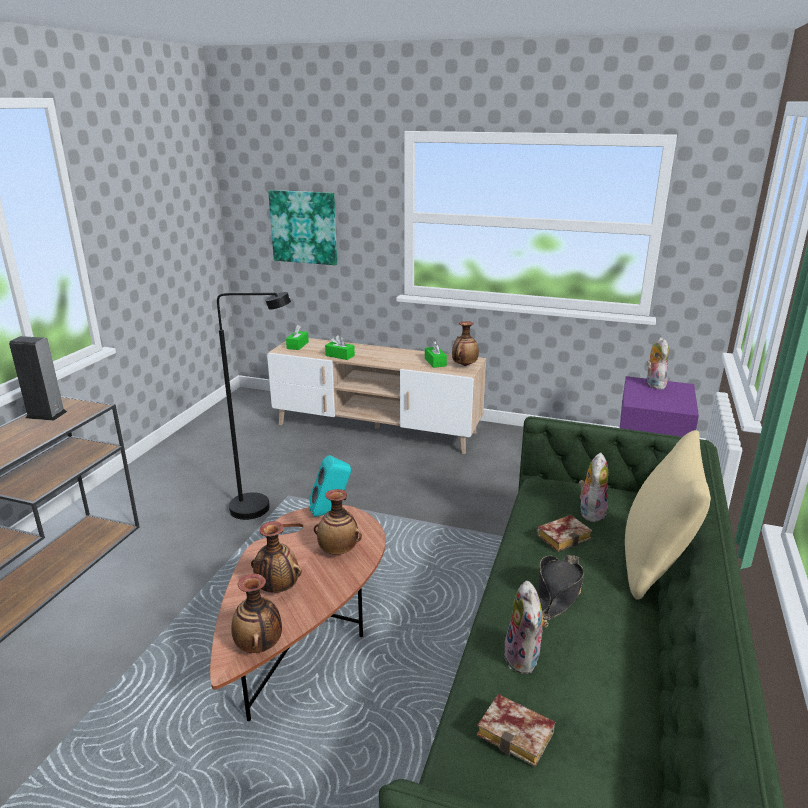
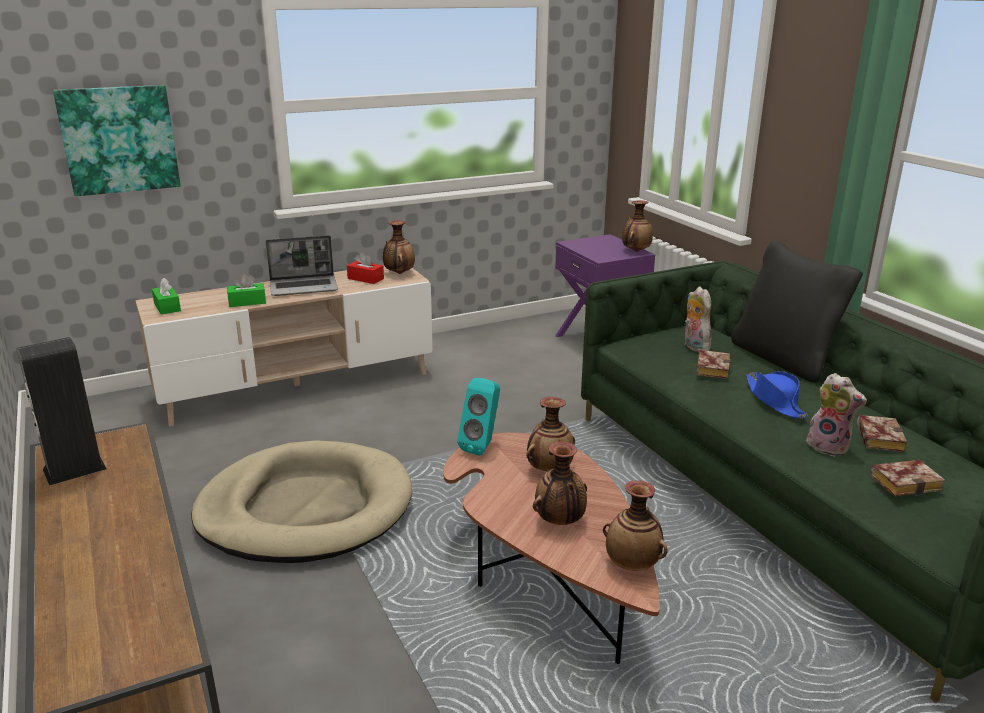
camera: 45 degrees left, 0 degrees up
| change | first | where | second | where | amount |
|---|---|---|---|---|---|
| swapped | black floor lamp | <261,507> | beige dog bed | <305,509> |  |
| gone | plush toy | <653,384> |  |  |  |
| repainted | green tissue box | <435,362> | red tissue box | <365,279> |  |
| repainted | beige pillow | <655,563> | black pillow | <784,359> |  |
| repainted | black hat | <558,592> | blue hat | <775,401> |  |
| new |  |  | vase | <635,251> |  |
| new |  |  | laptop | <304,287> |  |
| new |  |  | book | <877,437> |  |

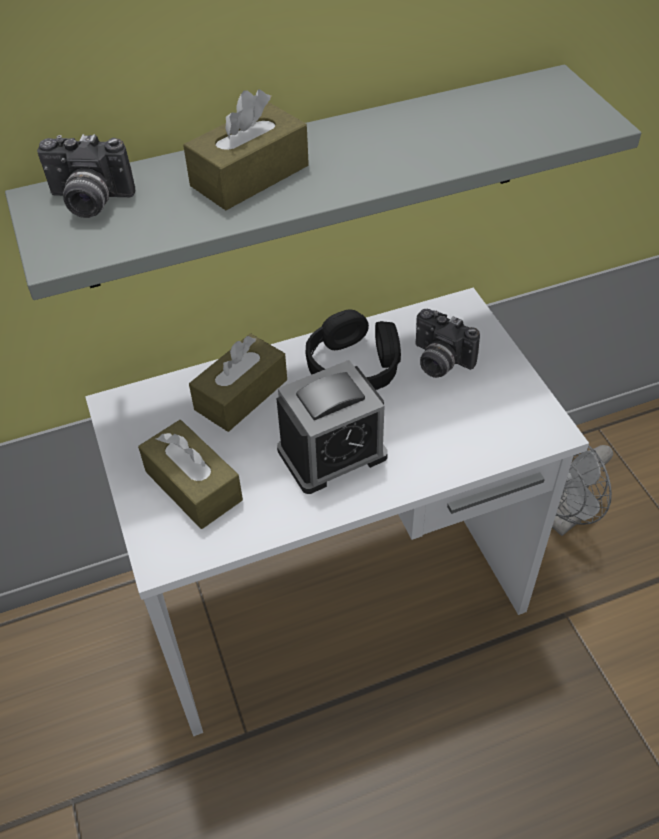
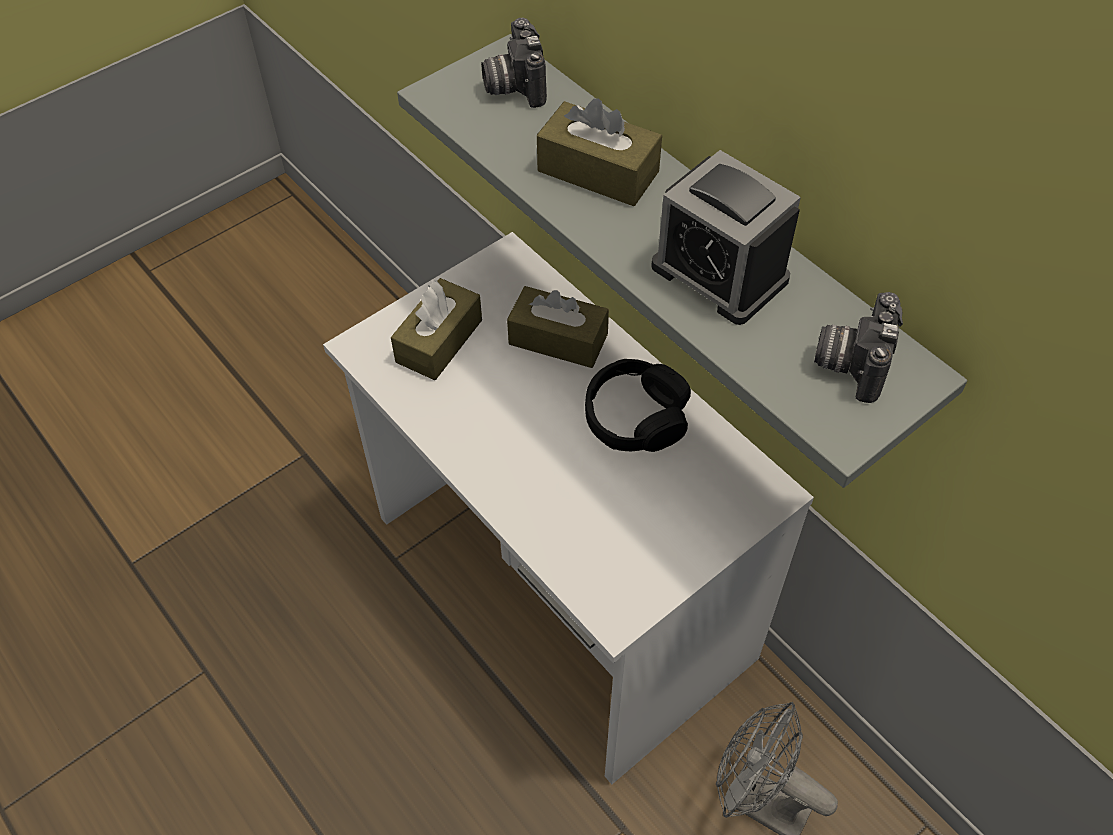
camera: 70 degrees right, 5 degrees up
| change | first | where | second | where | amount |
|---|---|---|---|---|---|
| shifted | photo camera | <438,362> |  | <850,362> |  |
| shifted | alarm clock | <332,453> |  | <719,273> |  |

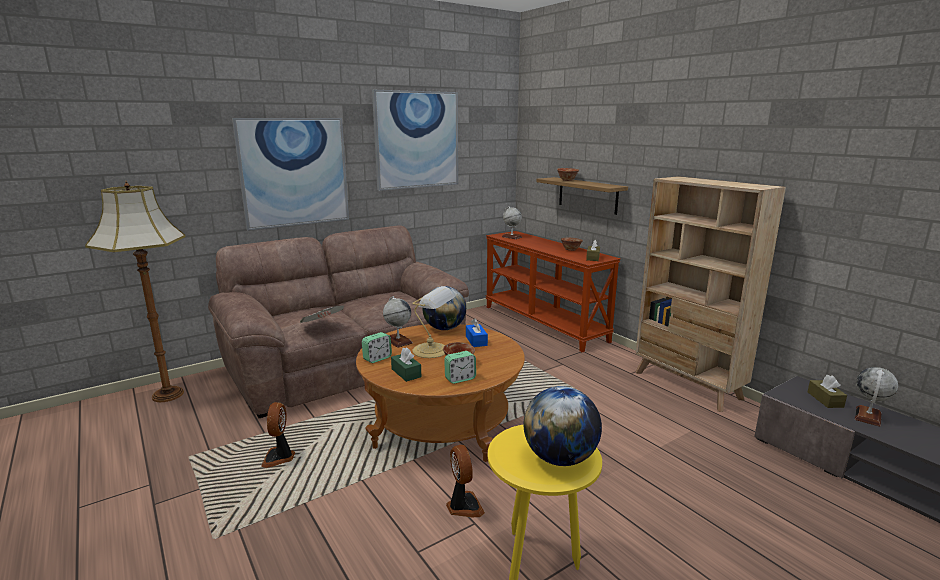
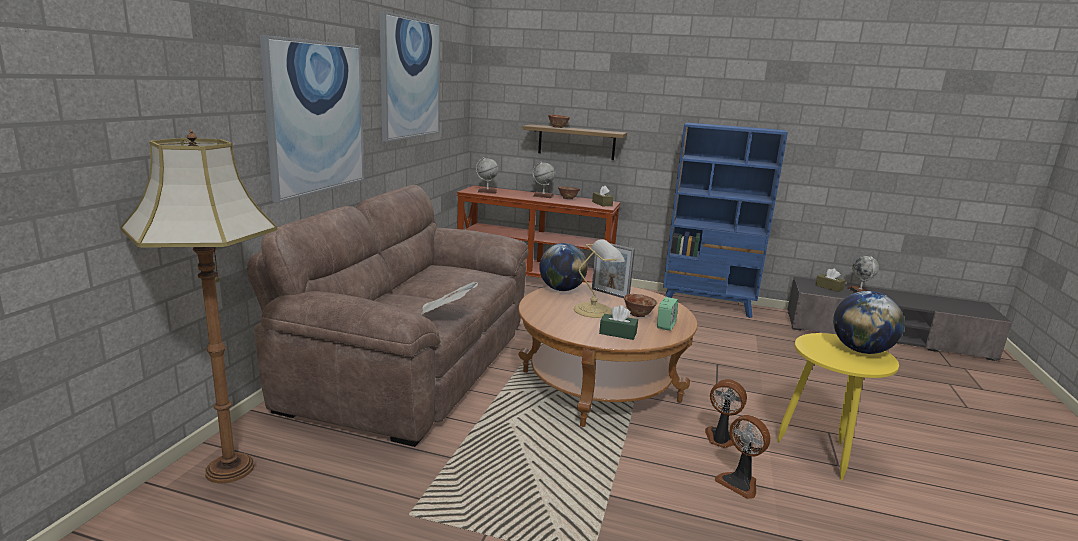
camera: 40 degrees left, 0 degrees up
| change | first | where | second | where | amount |
|---|---|---|---|---|---|
| repainted | beige bookcase | <687,385> | blue bookcase | <707,305> |  |
| shifted | globe | <398,341> |  | <543,196> |  |
| swapped | blue tissue box | <476,341> | picture frame | <610,294> |  |
| gone | alarm clock | <377,358> |  |  |  |
| shifted | fan | <279,458> |  | <739,483> |  |

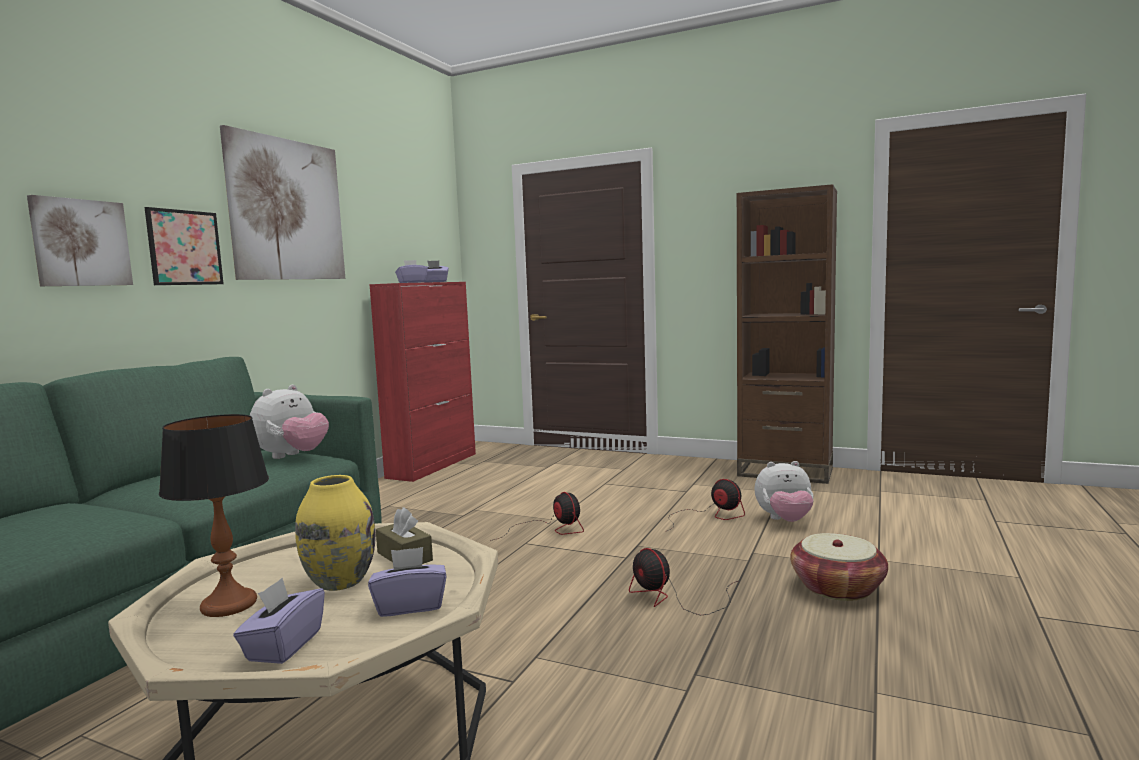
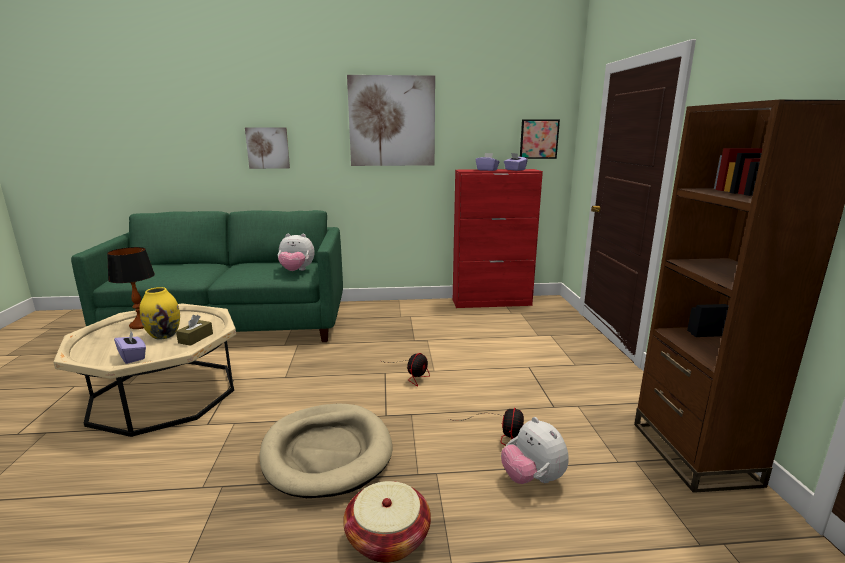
camera: 60 degrees right, 10 degrees up
| change | first | where | second | where | amount |
|---|---|---|---|---|---|
| shifted | picture | <184,247> |  | <539,139> |  |
| swapped | fan | <673,598> | beige dog bed | <327,452> |  |
| gone | purple tissue box | <283,646> |  |  |  |

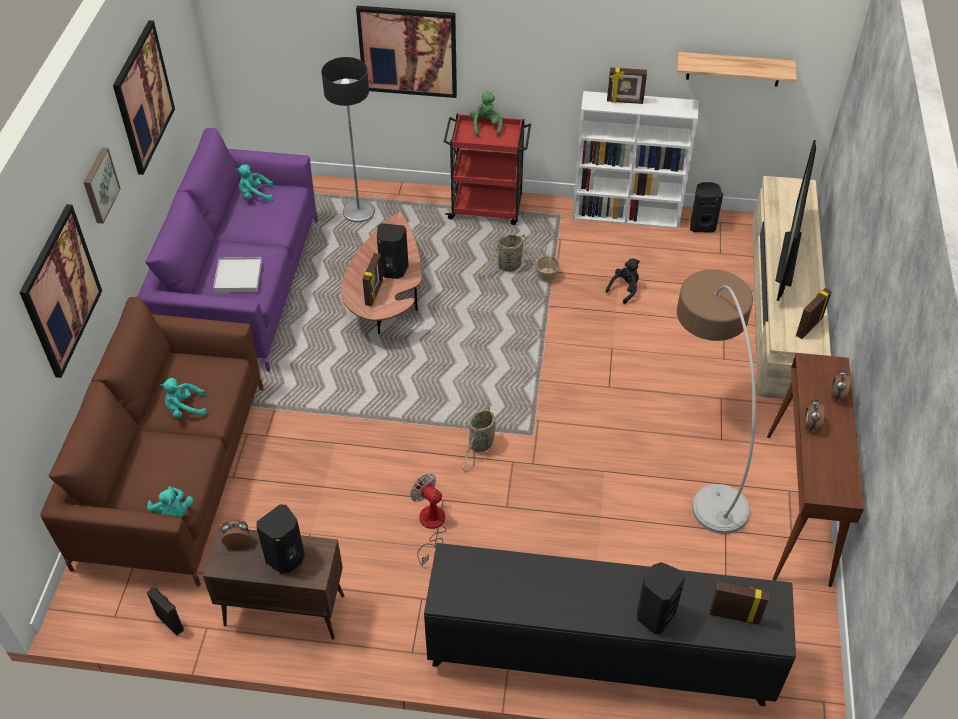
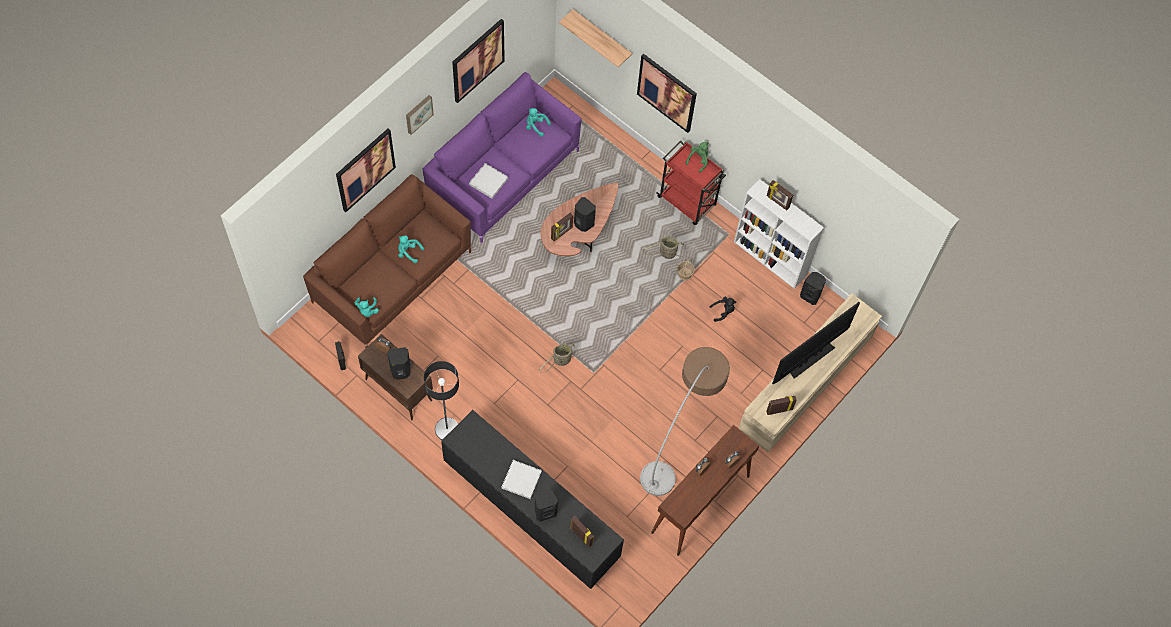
camera: 30 degrees right, 15 degrees up
| change | first | where | second | where | amount |
|---|---|---|---|---|---|
| shifted | shelf | <734,69> |  | <602,37> |  |
| shifted | floor lamp | <358,212> |  | <446,429> |  |
| gone | fan | <431,526> |  |  |  |
| new |  |  | white tray | <521,480> |  |

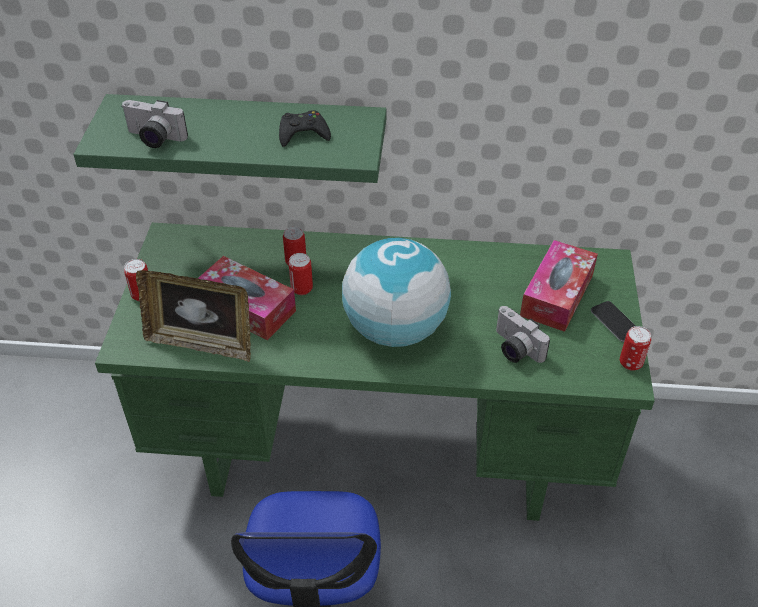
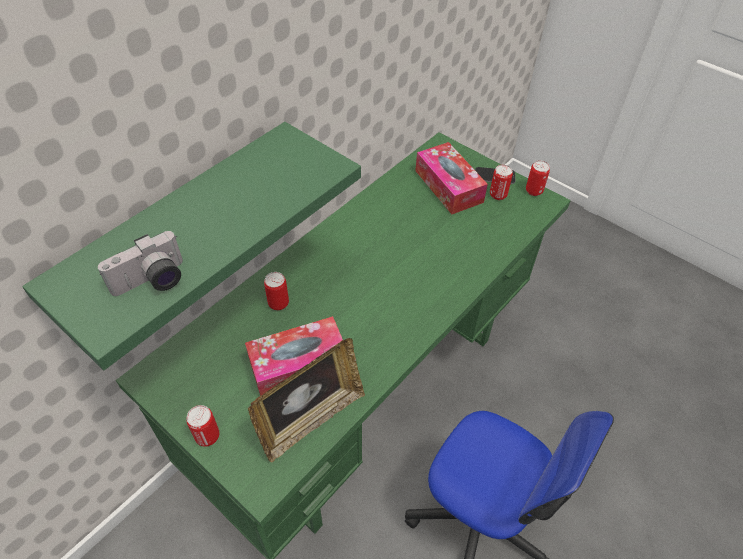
camera: 55 degrees left, 5 degrees up
| change | first | where | second | where | amount |
|---|---|---|---|---|---|
| gone | black game controller | <303,133> |  |  |  |
| gone | globe | <395,329> |  |  |  |
| shifted | can | <302,289> |  | <498,195> |  |
| gone | photo camera | <514,349> |  |  |  |

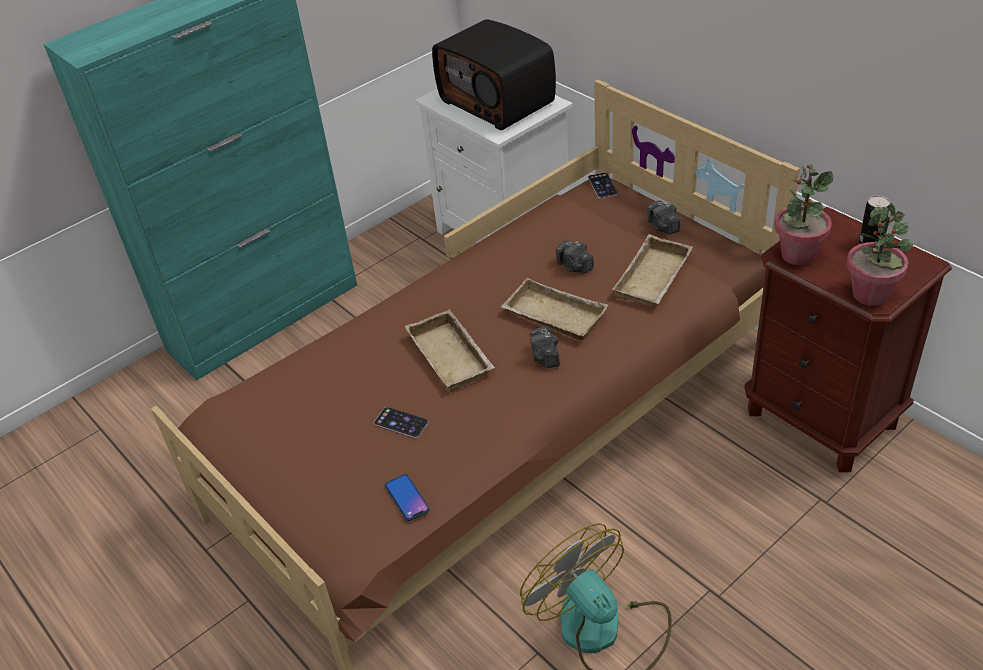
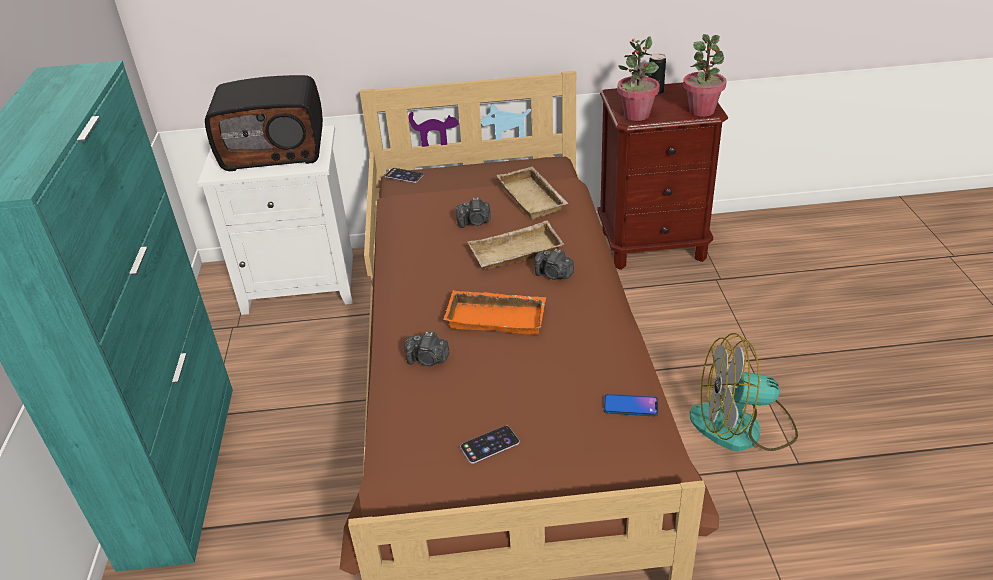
camera: 55 degrees left, 5 degrees down
| change | first | where | second | where | amount |
|---|---|---|---|---|---|
| shifted | photo camera | <663,227> |  | <428,360> |  |
| repainted | beige tray | <453,356> | orange tray | <497,317> |  |
| shifted | phone | <401,423> |  | <490,444> |  |

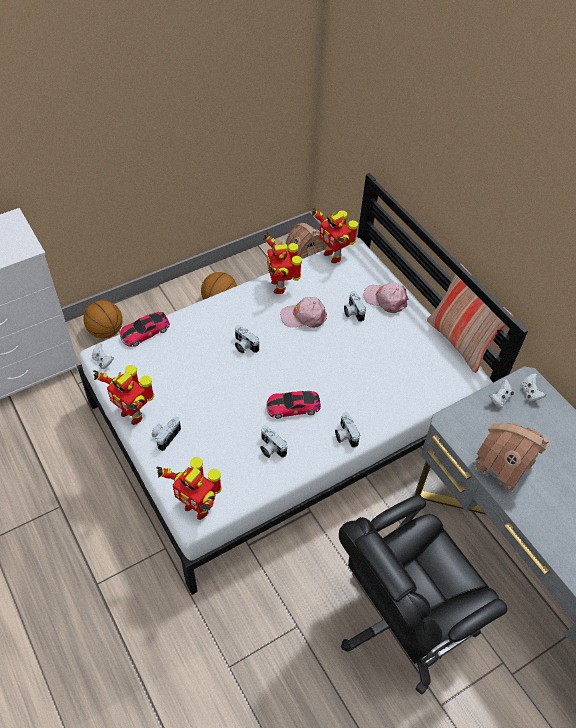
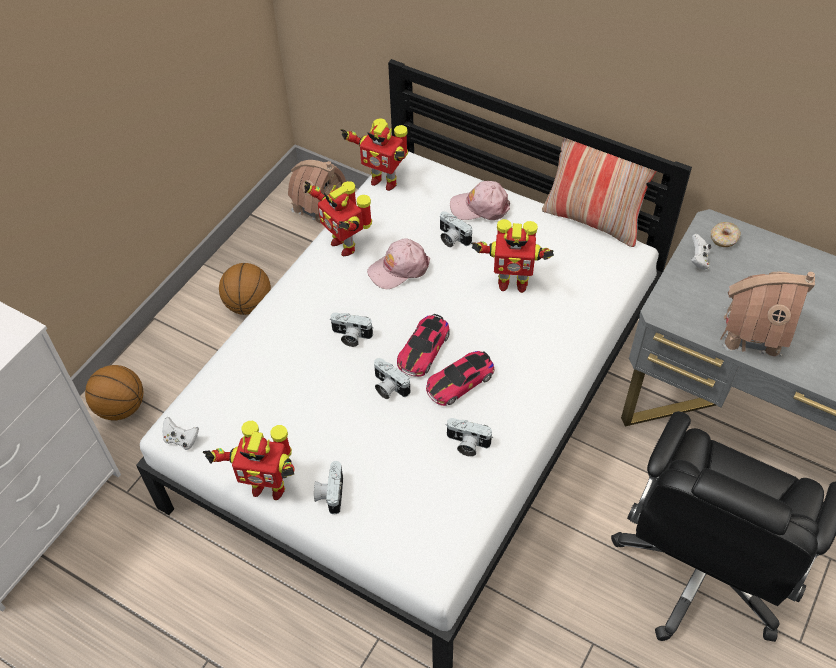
camera: 25 degrees left, 0 degrees up
| change | first | where | second | where | amount |
|---|---|---|---|---|---|
| shifted | toy car | <145,332> |  | <424,349> |  |
| swapped | white game controller | <530,393> | donut | <724,238> |  |
| shifted | photo camera | <344,435> |  | <388,387> |  |
| shifted | toy robot | <197,507> |  | <511,283> |  |

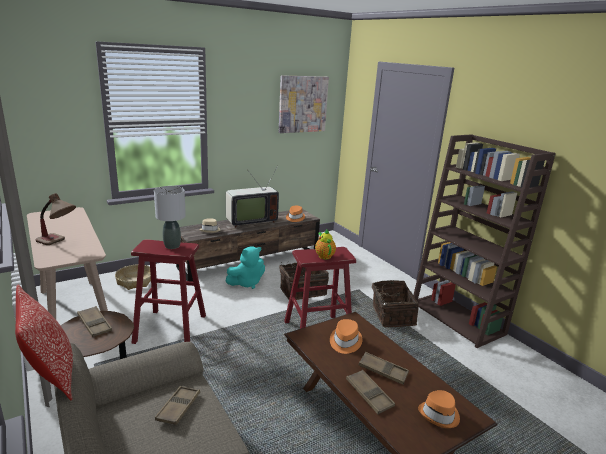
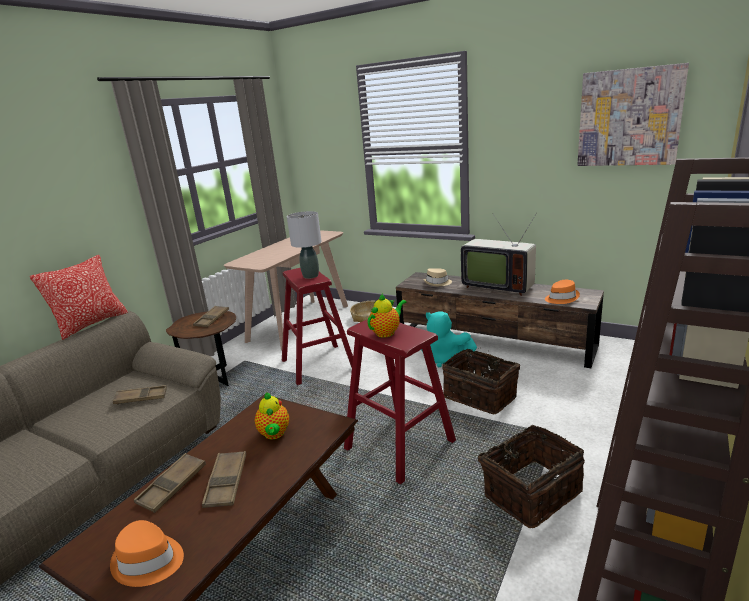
camera: 65 degrees right, 0 degrees up
| change | first | where | second | where | amount |
|---|---|---|---|---|---|
| gone | table lamp | <59,243> |  |  |  |
| swapped | orange hat | <345,341> | teapot | <274,434> |  |

